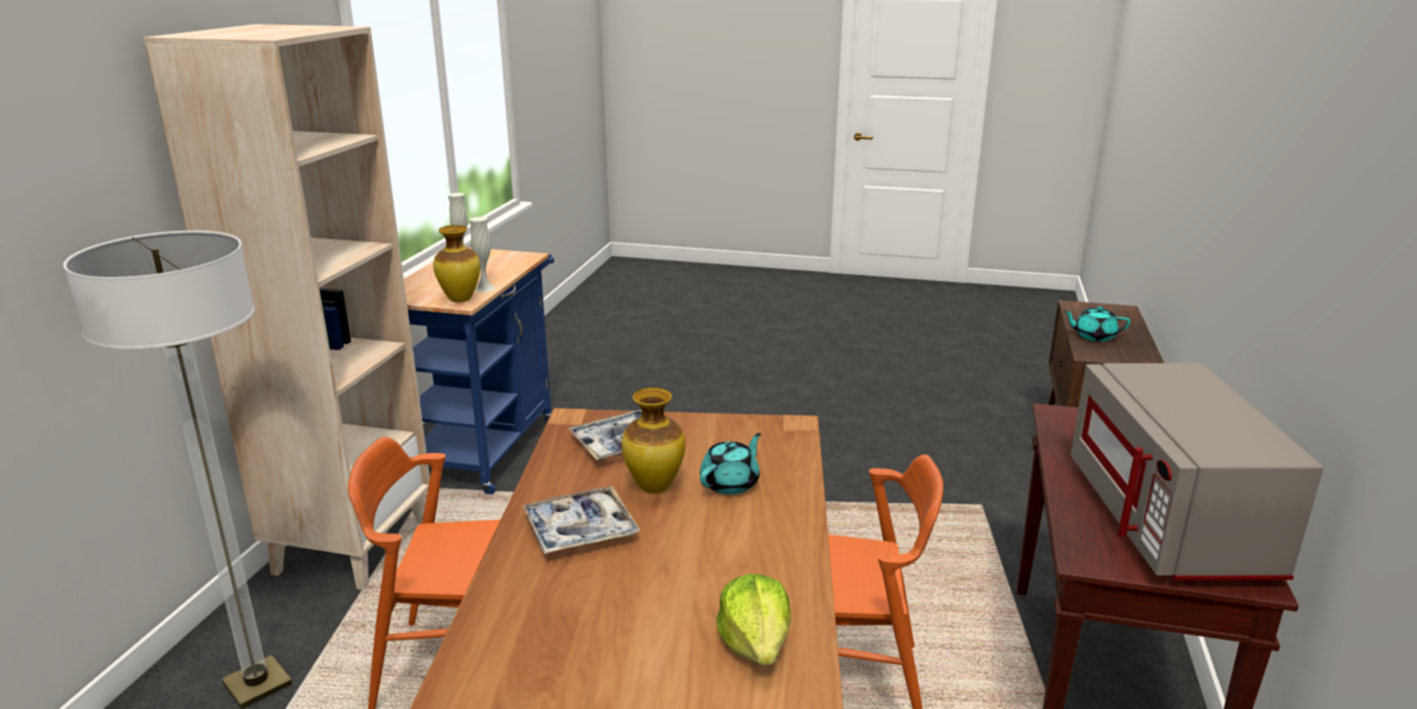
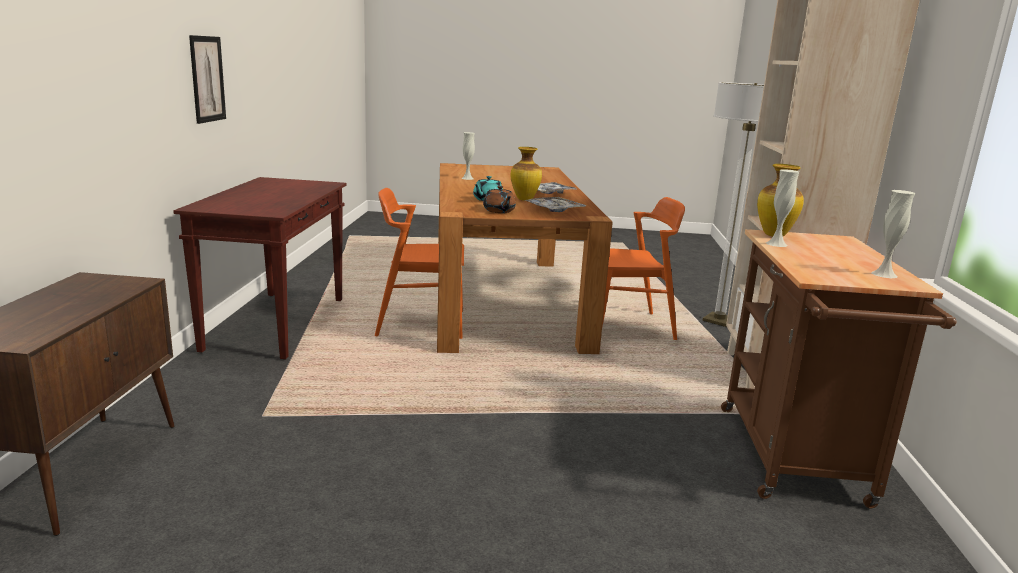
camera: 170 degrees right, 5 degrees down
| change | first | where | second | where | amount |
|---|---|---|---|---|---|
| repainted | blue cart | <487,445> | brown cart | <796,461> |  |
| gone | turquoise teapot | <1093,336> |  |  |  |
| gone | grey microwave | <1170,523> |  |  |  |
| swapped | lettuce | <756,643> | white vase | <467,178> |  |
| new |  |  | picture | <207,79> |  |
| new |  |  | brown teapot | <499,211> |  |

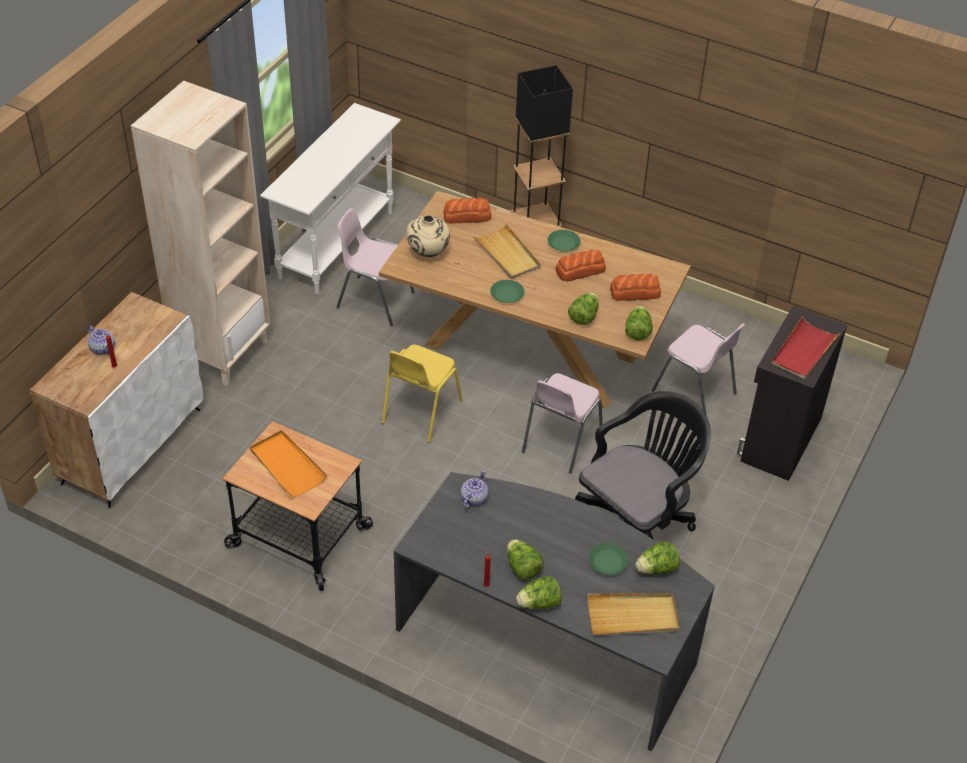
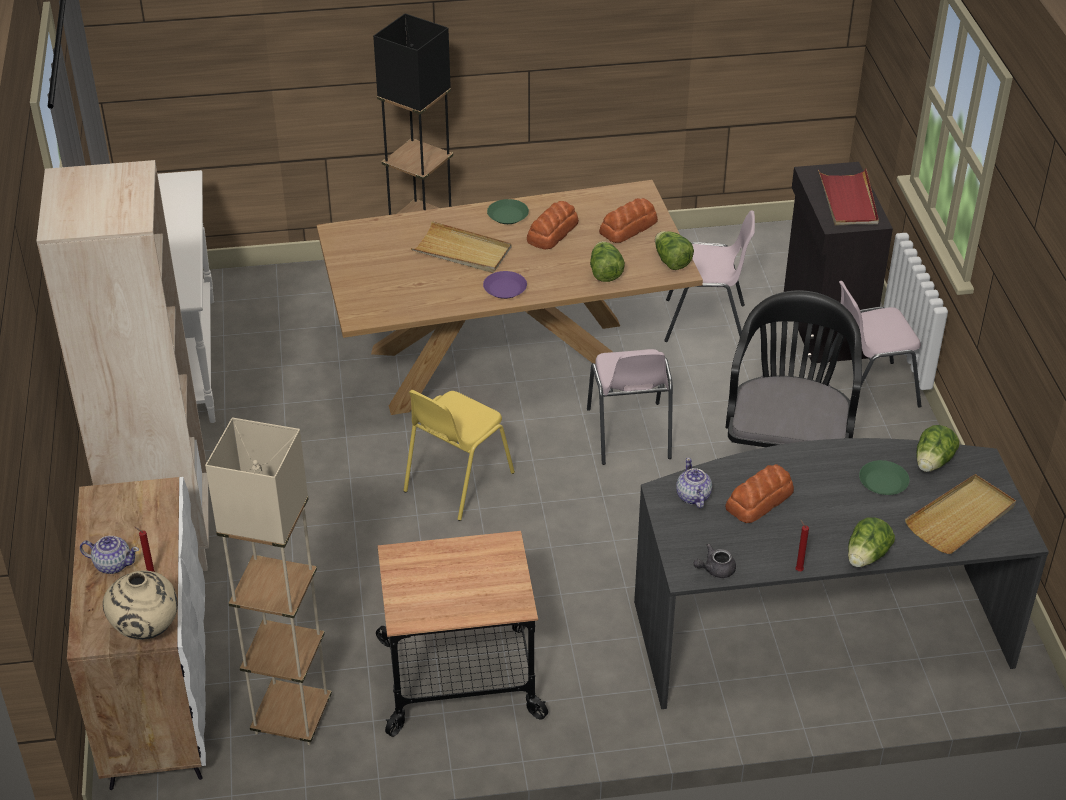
camera: 35 degrees left, 5 degrees down
| change | first | where | second | where | amount |
|---|---|---|---|---|---|
| shifted | bread | <467,216> |  | <760,500> |  |
| shifted | pink chair | <374,300> |  | <866,390> |  |
| shifted | beige vase | <428,253> |  | <146,630> |  |
| repainted | green plate | <506,294> | purple plate | <504,289> |  |
| rotated | yellow chair | <420,412> |  | <456,482> | 45 degrees clockwise |
| gone | orange tray | <287,466> |  |  |  |
| gone | lettuce | <522,568> |  |  |  |
| new |  |  | beige floor lamp | <292,717> |  |
| new |  |  | grey teapot | <715,569> |  |

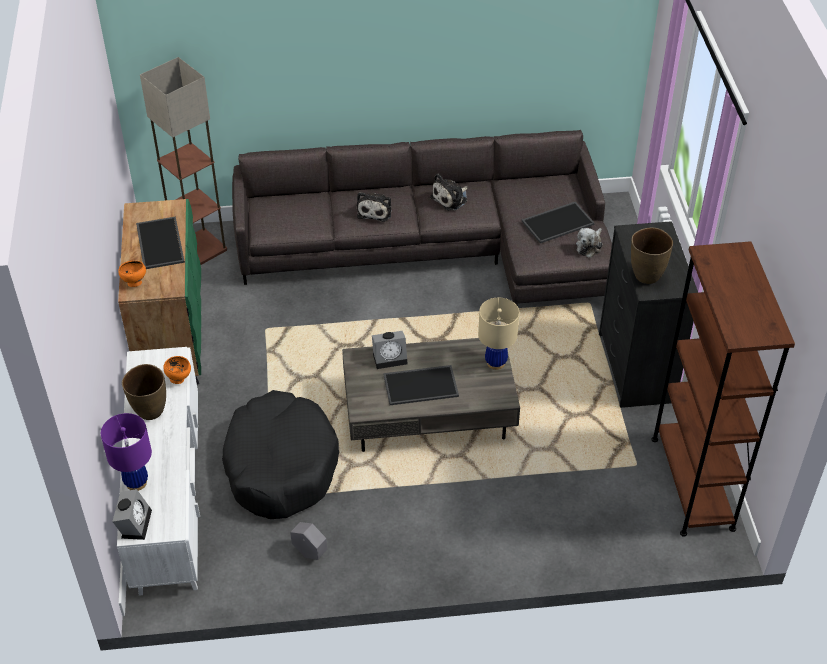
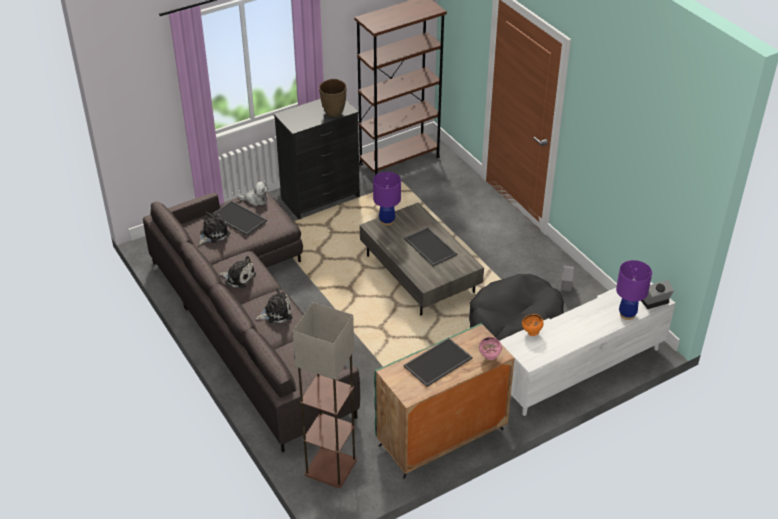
camera: 115 degrees left, 5 degrees down
| change | first | where | second | where | amount |
|---|---|---|---|---|---|
| repainted | orange bowl | <134,283> | pink bowl | <490,357> |  |
| repainted | beige table lamp | <496,363> | purple table lamp | <387,221> |  |
| gone | alarm clock | <390,357> |  |  |  |
| gone | brown vase | <150,411> |  |  |  |
| new |  |  | plush toy | <213,234> |  |

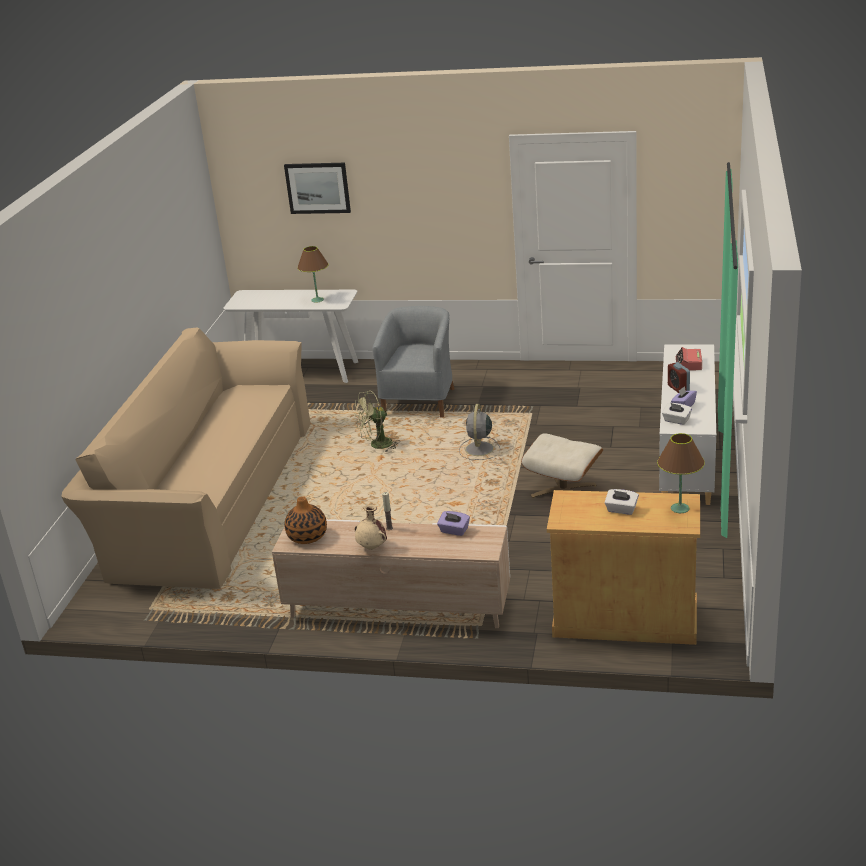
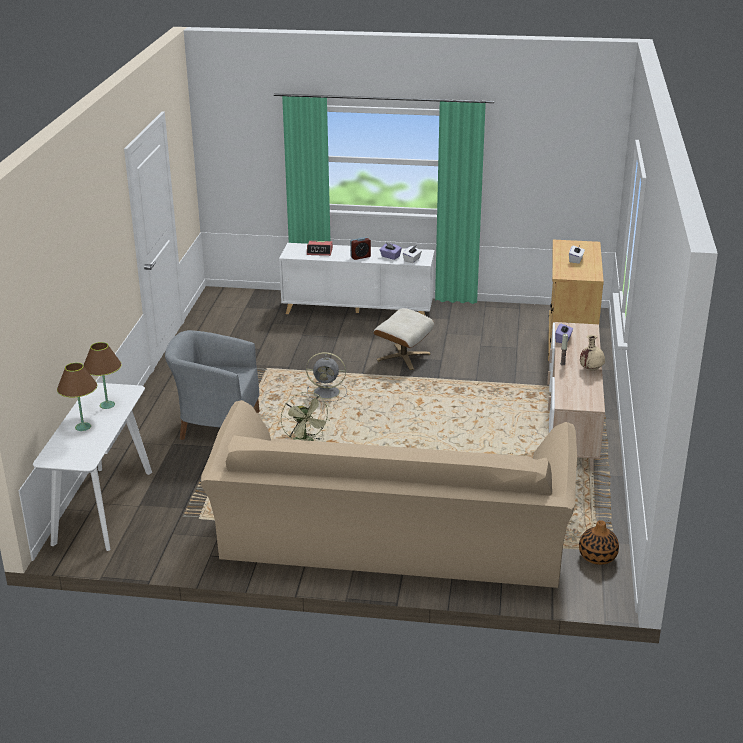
camera: 95 degrees left, 0 degrees up
| change | first | where | second | where | amount |
|---|---|---|---|---|---|
| gone | picture | <317,188> |  |  |  |
| shifted | brown table lamp | <679,508> |  | <83,427> |  |
| shifted | vase | <307,536> |  | <597,556> |  |

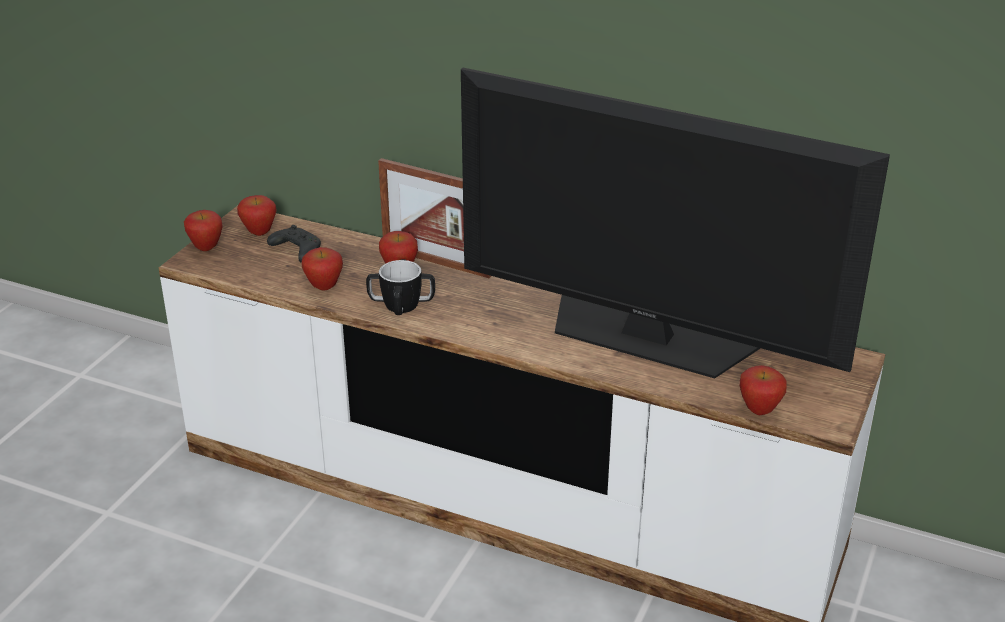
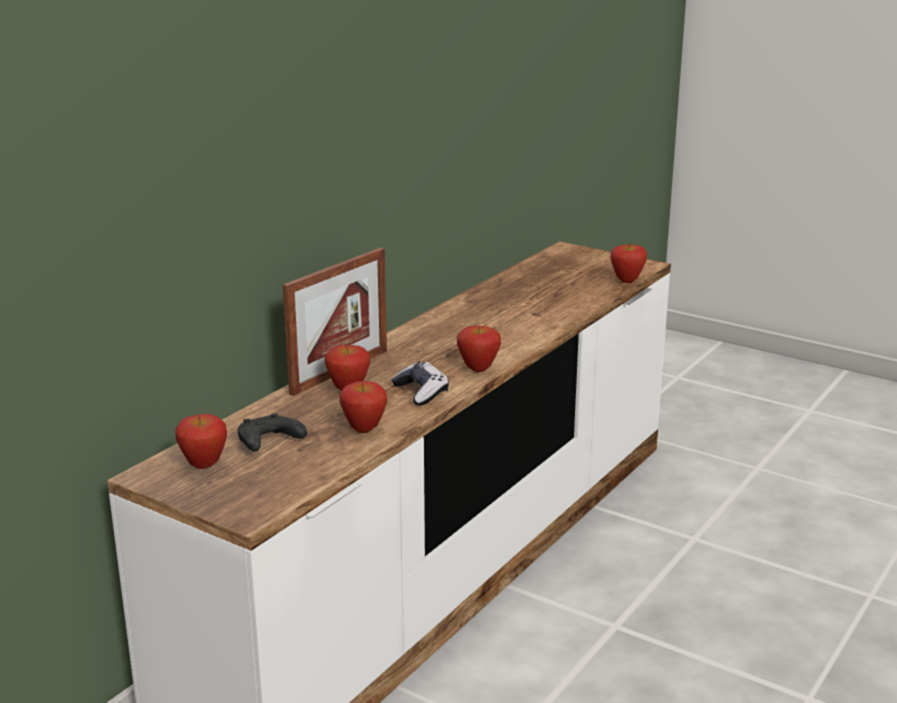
camera: 80 degrees left, 10 degrees down
| change | first | where | second | where | amount |
|---|---|---|---|---|---|
| gone | television | <647,337> |  |  |  |
| shifted | apple | <206,248> |  | <478,369> |  |
| swapped | mug | <401,305> | game controller | <421,392> |  |

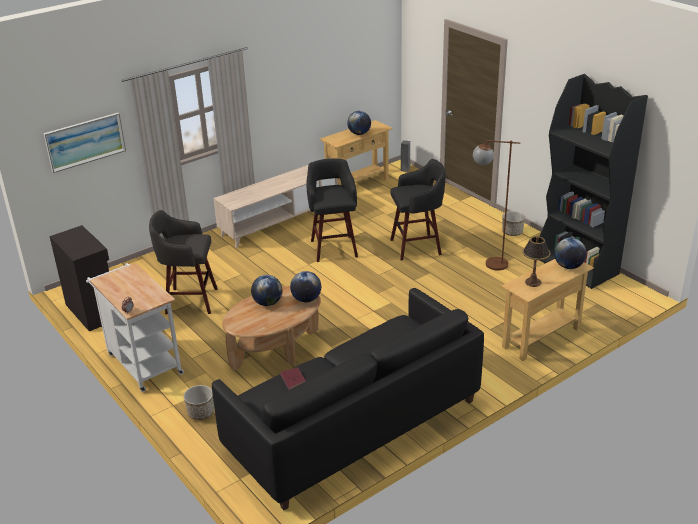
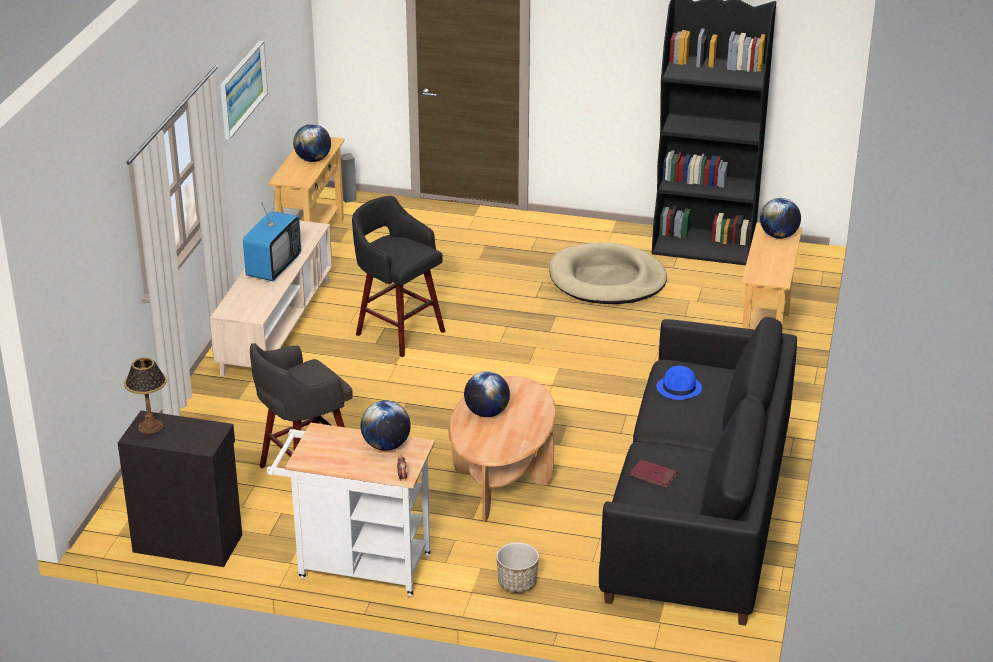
camera: 40 degrees left, 0 degrees up
| change | first | where | second | where | amount |
|---|---|---|---|---|---|
| shifted | picture | <85,141> |  | <242,89> |  |
| swapped | brown floor lamp | <488,263> | beige dog bed | <607,280> |  |
| gone | black stool | <417,247> |  |  |  |
| gone | planter | <512,232> |  |  |  |
| shifted | table lamp | <533,282> |  | <151,426> |  |
| shifted | globe | <306,299> |  | <386,445> |  |
| new |  |  | television | <273,267> |  |
| new |  |  | blue hat | <679,388> |  |

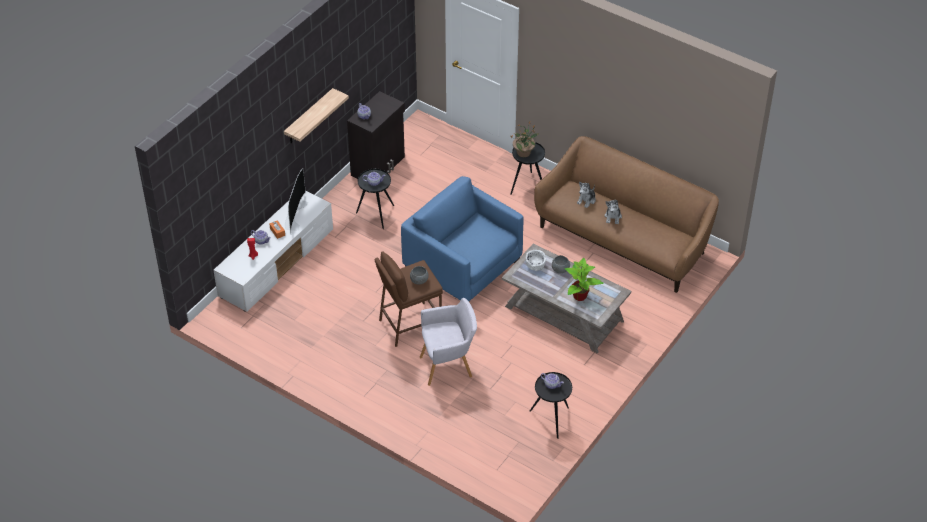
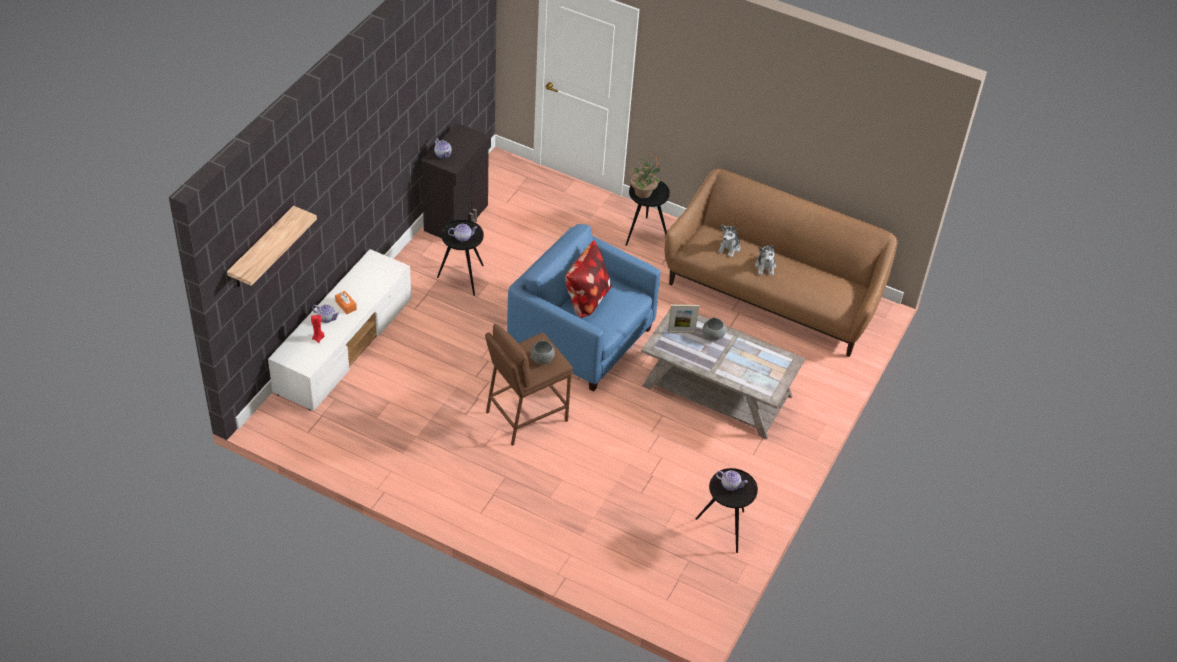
camera: 10 degrees left, 0 degrees up
| change | first | where | second | where | amount |
|---|---|---|---|---|---|
| shifted | shelf | <309,117> |  | <262,249> |  |
| gone | television | <294,214> |  |  |  |
| swapped | white bowl | <535,265> | picture frame | <681,332> |  |
| gone | potted plant | <580,296> |  |  |  |
| gone | grey armchair | <448,366> |  |  |  |
| new |  |  | pillow | <586,299> |  |

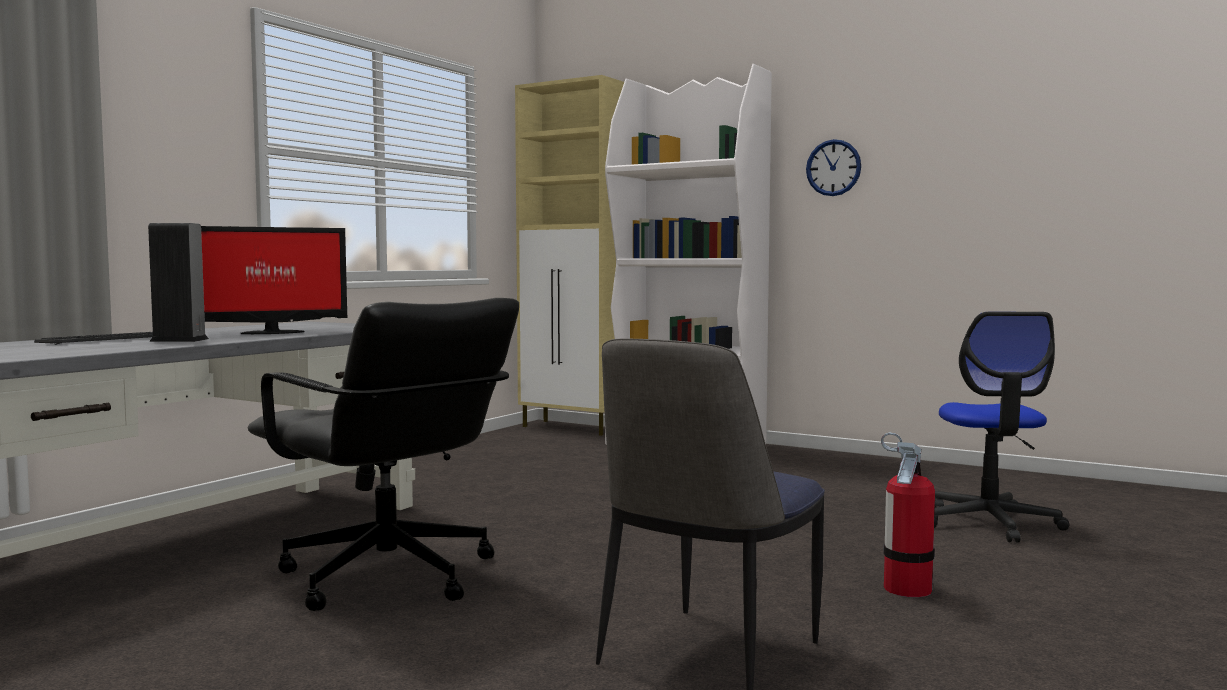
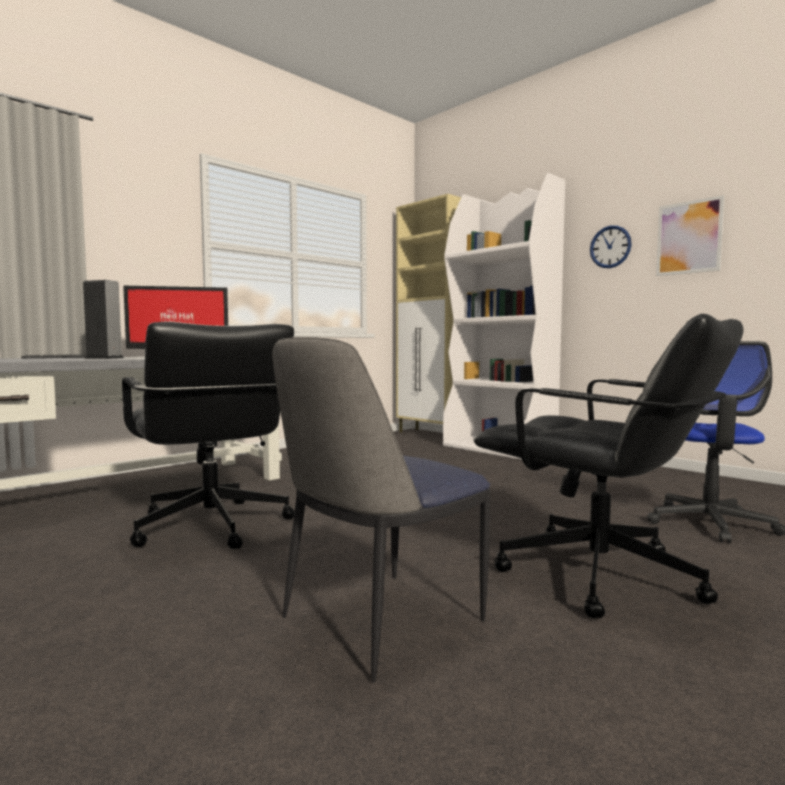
camera: 15 degrees right, 0 degrees up
| change | first | where | second | where | amount |
|---|---|---|---|---|---|
| swapped | fire extinguisher | <907,588> | black office chair | <601,576> |  |
| new |  |  | picture | <689,237> |  |

